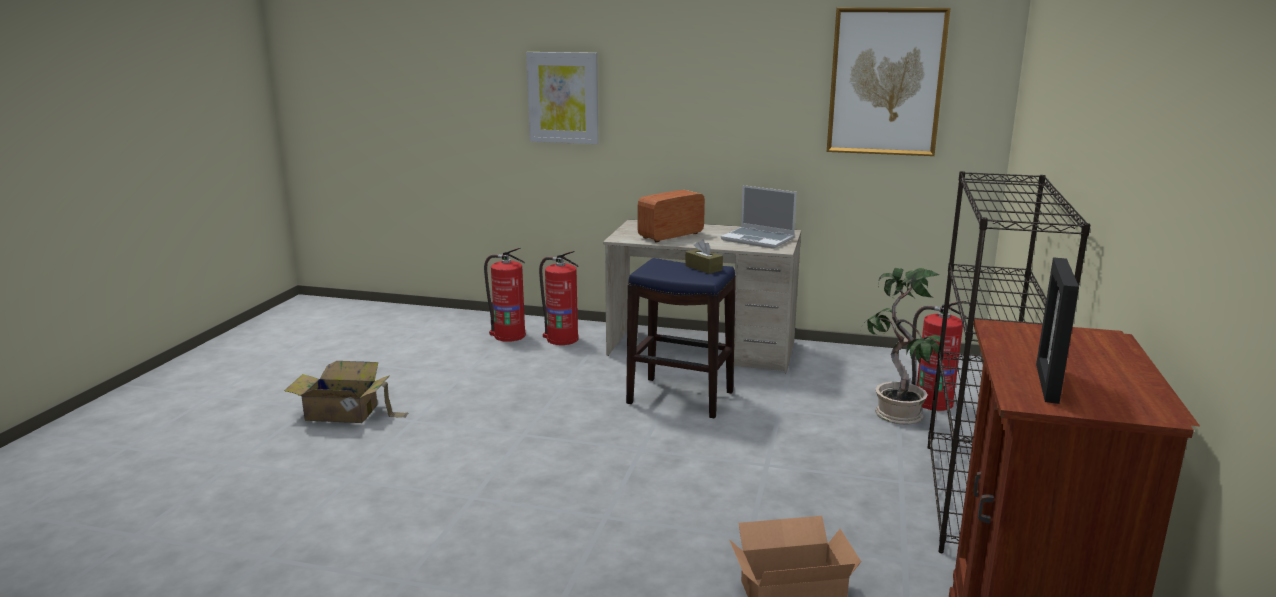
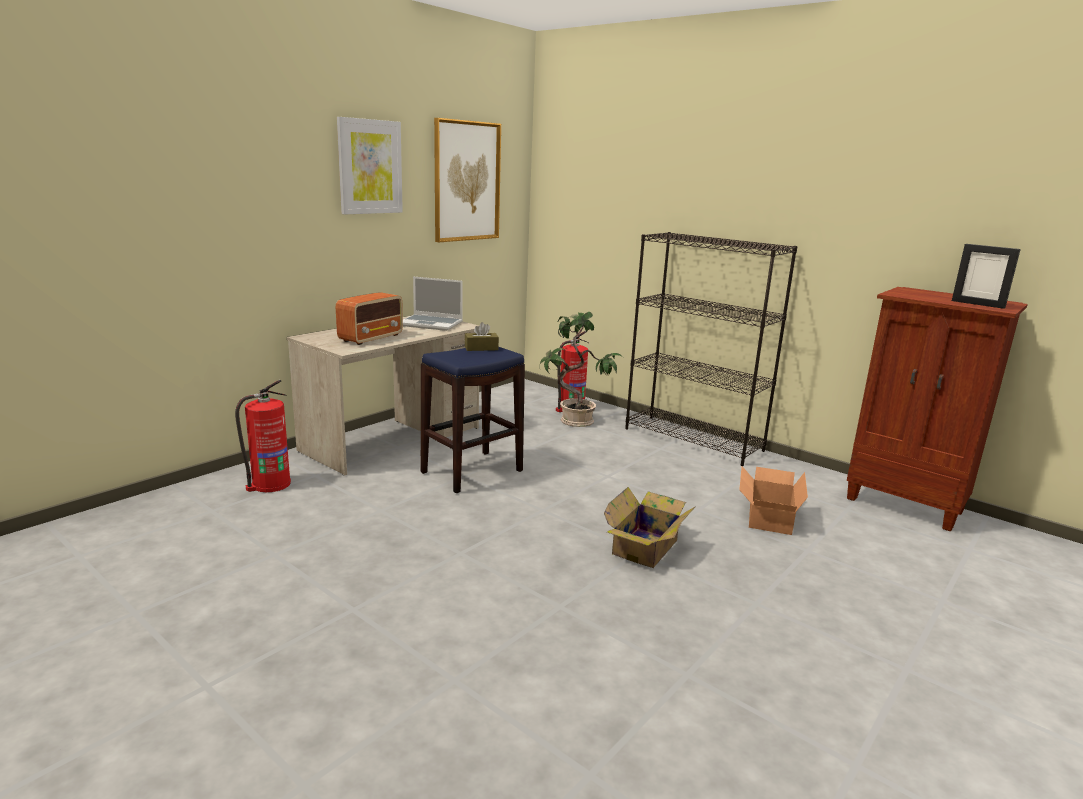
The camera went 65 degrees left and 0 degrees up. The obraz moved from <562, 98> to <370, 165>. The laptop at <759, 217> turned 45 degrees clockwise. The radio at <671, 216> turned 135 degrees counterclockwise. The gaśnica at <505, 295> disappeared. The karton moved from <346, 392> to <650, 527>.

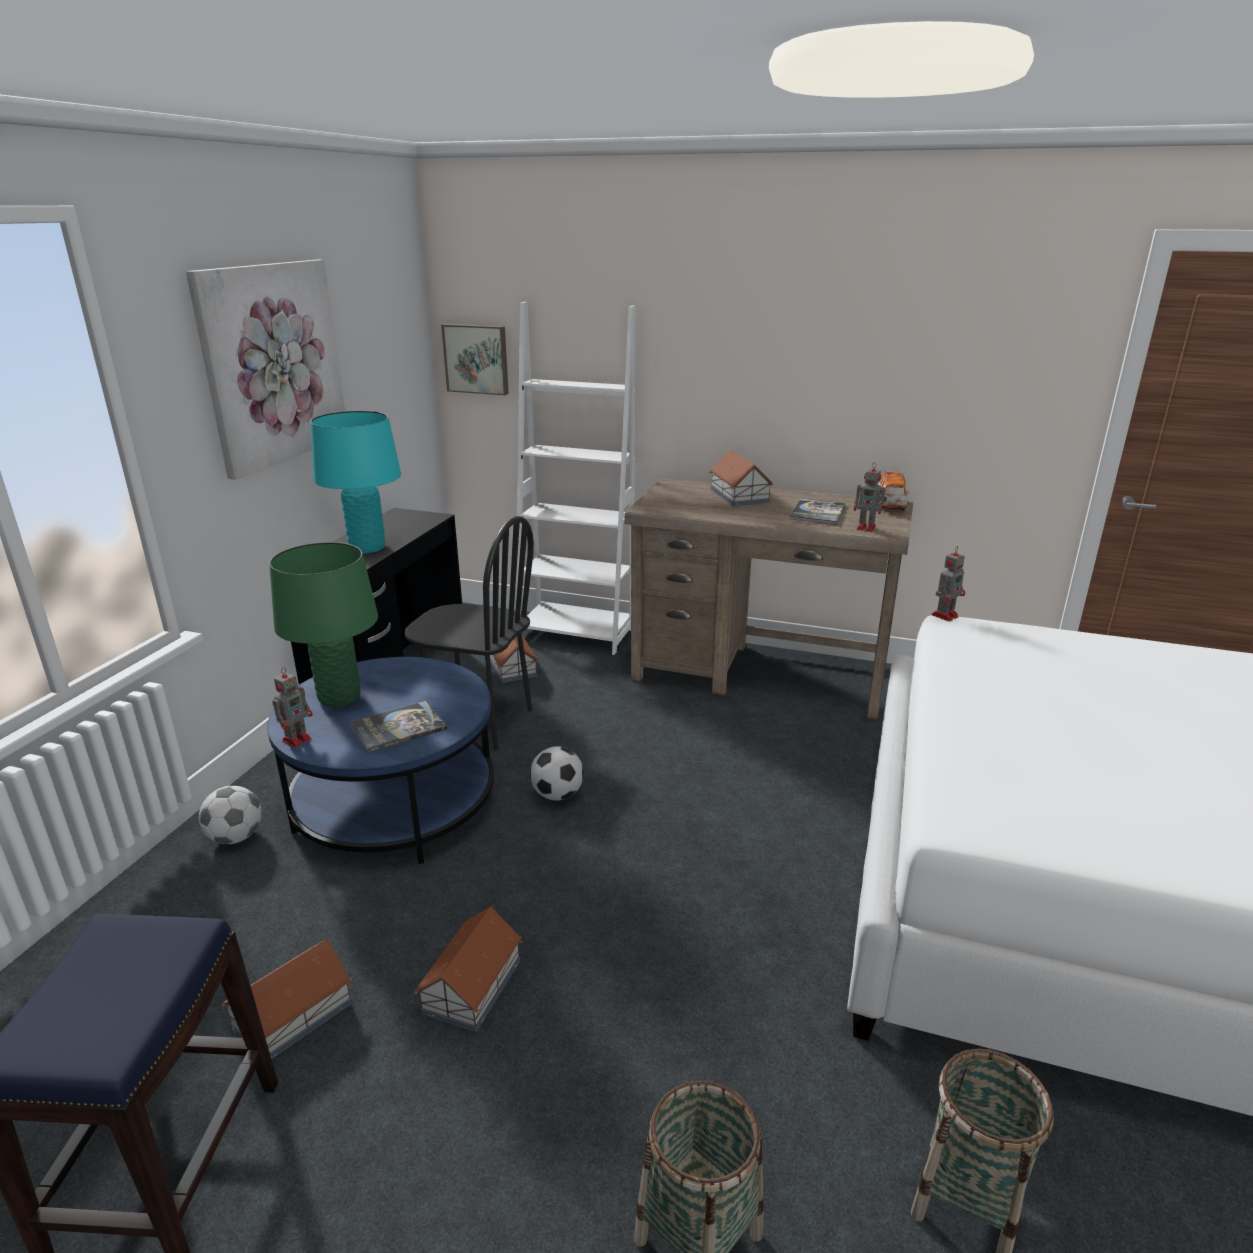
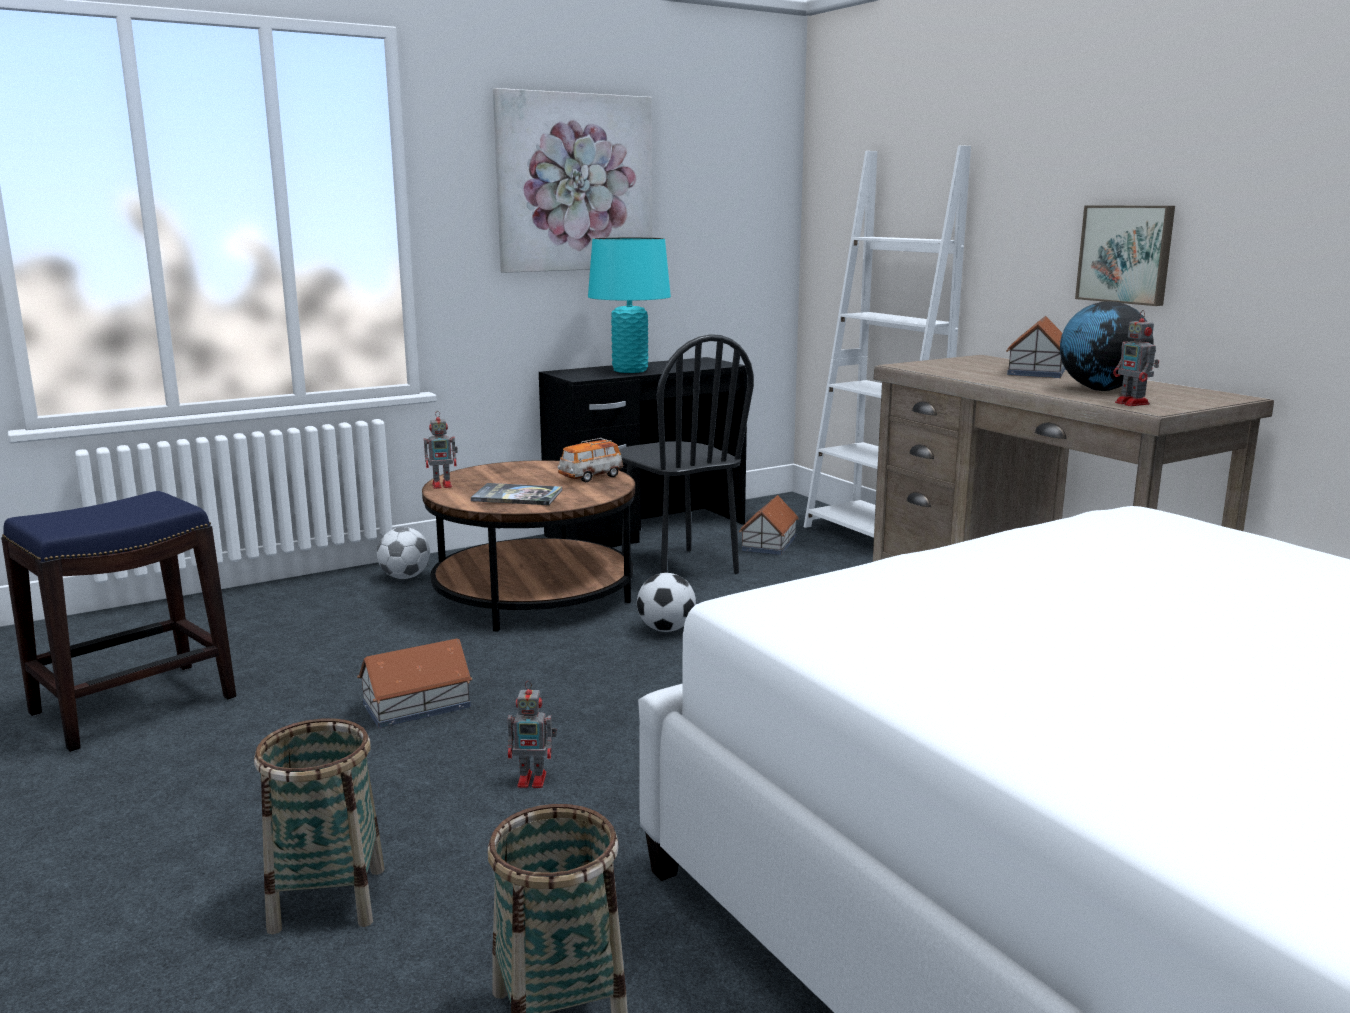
The camera went 40 degrees right and 10 degrees down. The obraz moved from <475, 359> to <1125, 255>. The samochodzik moved from <893, 490> to <590, 460>. The książka at <817, 512> was replaced by the globus at <1107, 346>. The lampa stołowa (zielony) at <323, 624> disappeared. The robot zabawkowy moved from <948, 583> to <532, 734>. The ława (niebieski) at <380, 760> became the ława (brązowy) at <528, 546>. The domek at <287, 999> disappeared.

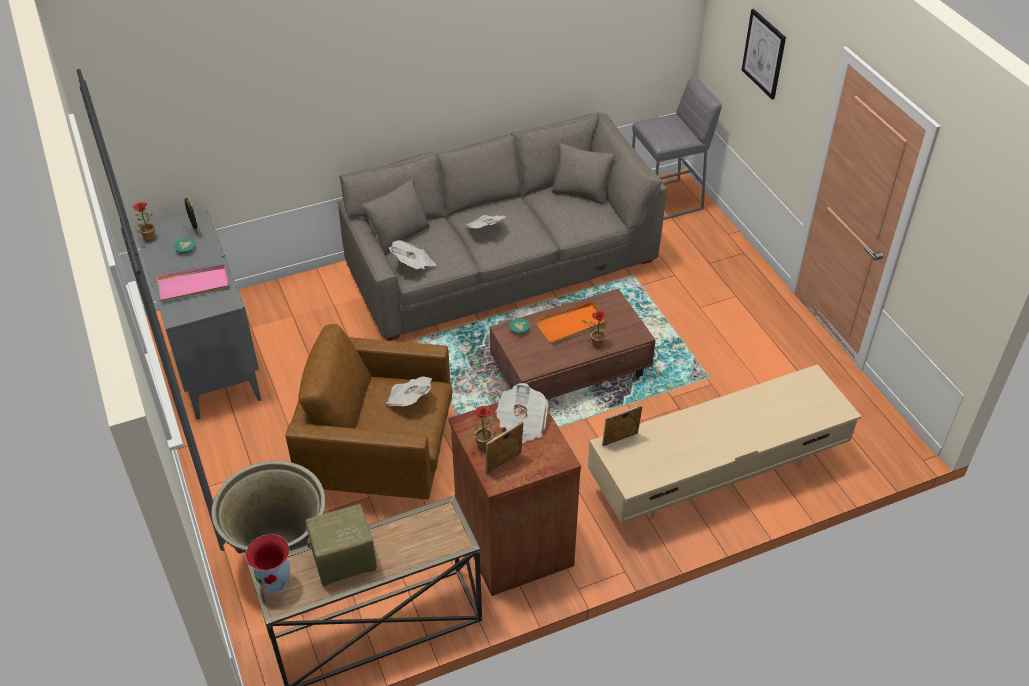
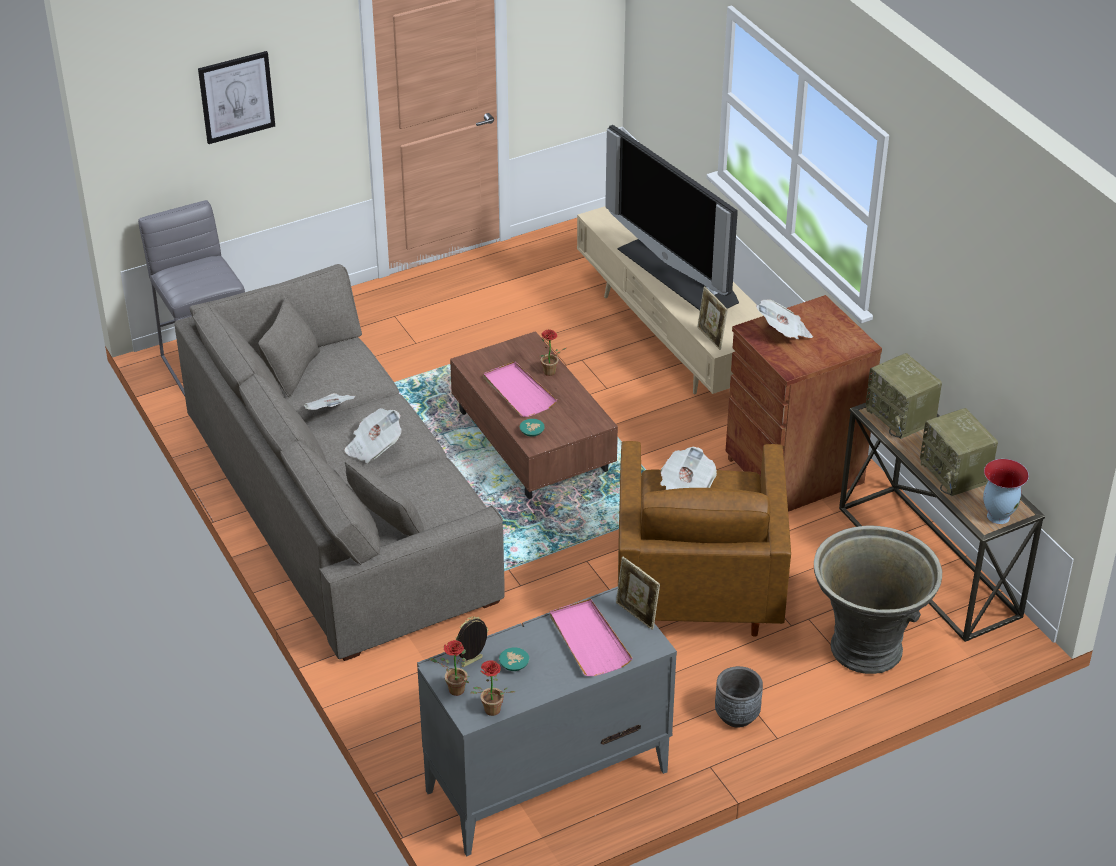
The camera went 95 degrees left and 5 degrees down. The gazeta moved from <412, 254> to <329, 401>. The taca (pomarańczowy) at <571, 322> became the taca (różowy) at <520, 389>. The roślina doniczkowa moved from <479, 428> to <449, 668>. The ramka na zdjęcie moved from <504, 447> to <638, 593>. The telewizor at <672, 217> appeared. The radio at <904, 396> appeared. The donica (szary) at <739, 697> appeared.

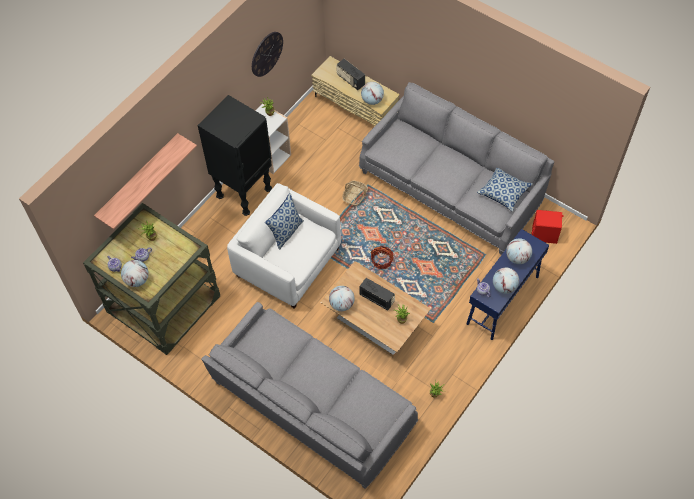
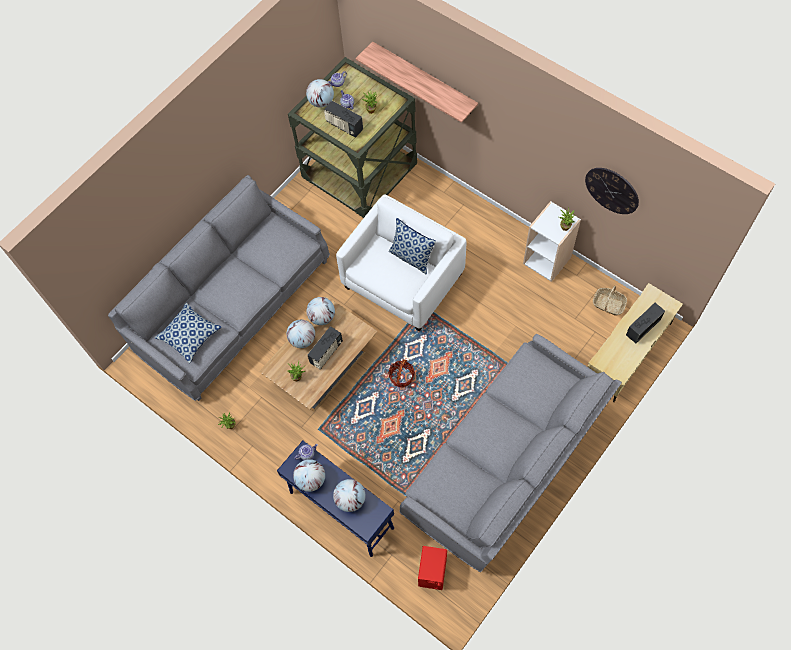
The camera went 95 degrees right and 5 degrees up. The globus moved from <372, 93> to <301, 334>. The szafka (czarny) at <235, 155> disappeared. The poduszka moved from <505, 190> to <188, 333>. The koszyk moved from <355, 193> to <610, 301>. The radio at <343, 119> appeared.

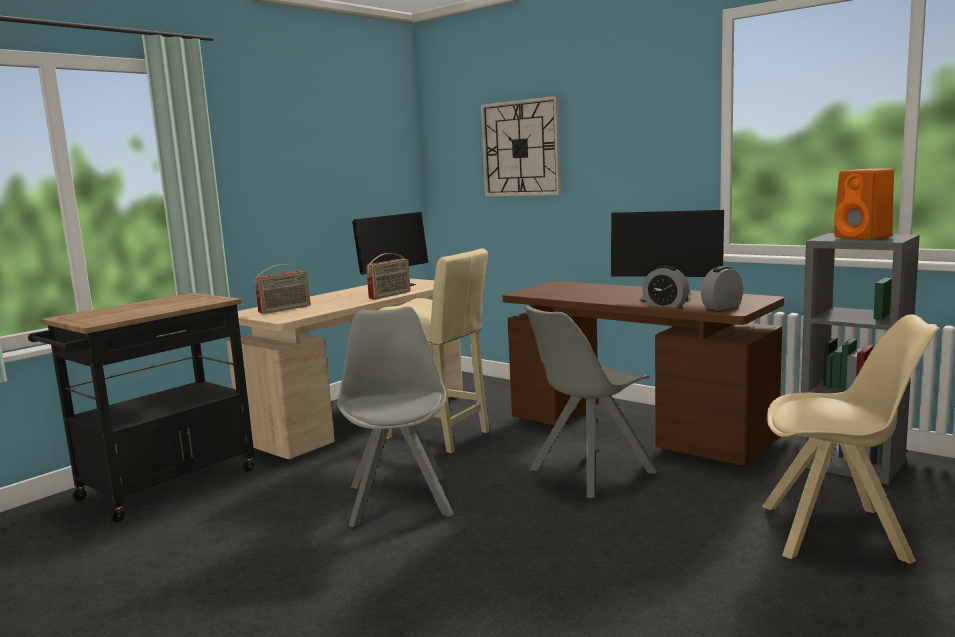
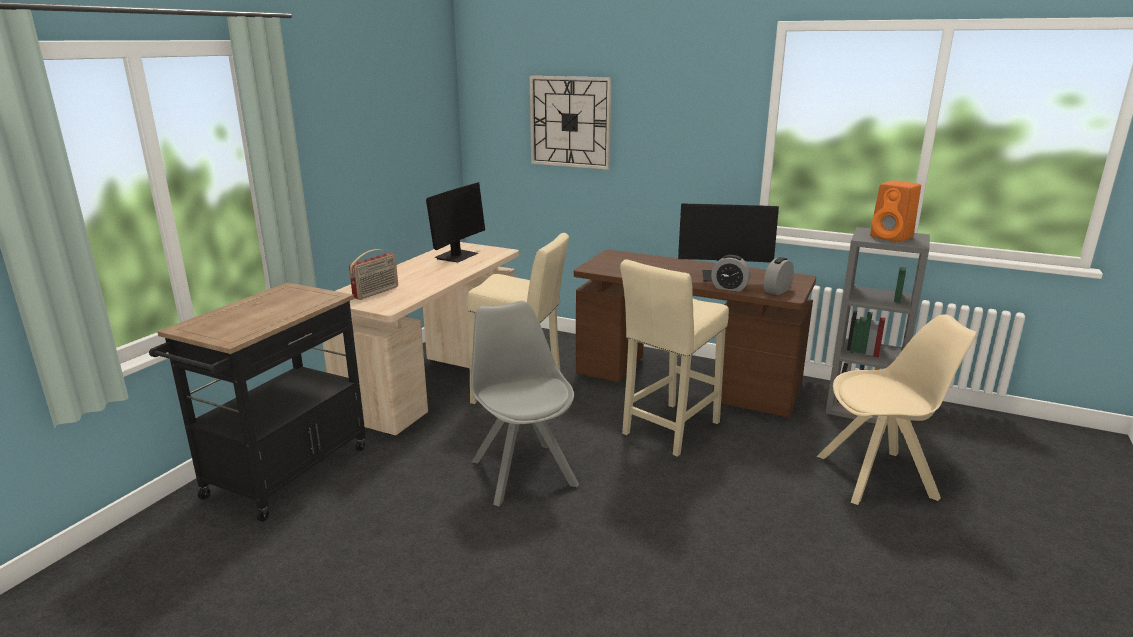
The camera went 15 degrees left and 10 degrees up. The radio at <388, 276> disappeared. The krzesło (szary) at <591, 402> was replaced by the stołek (beżowy) at <674, 358>.

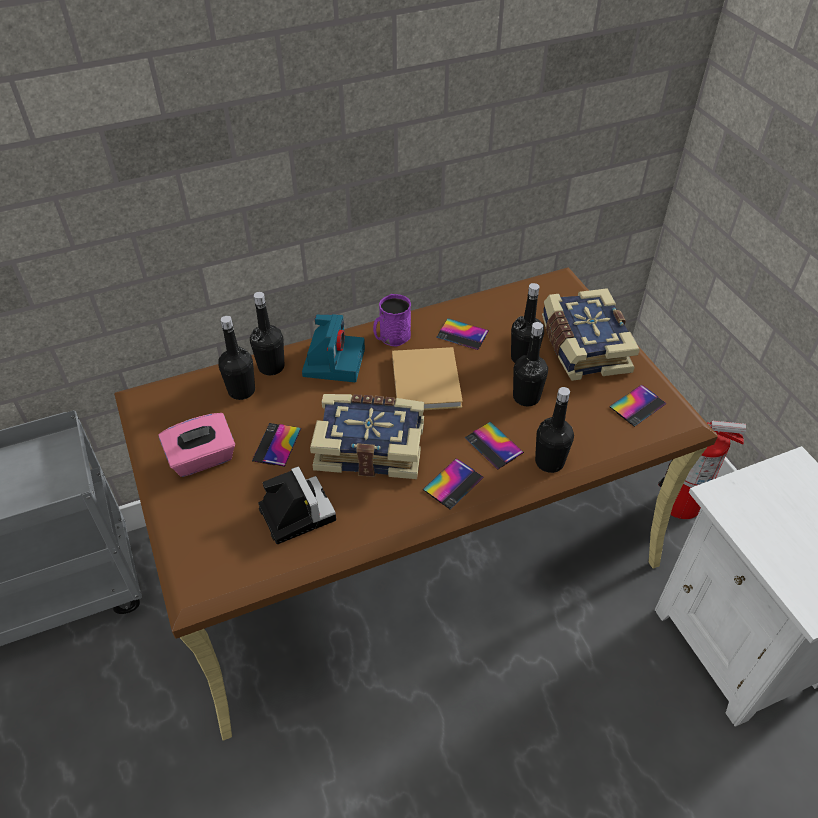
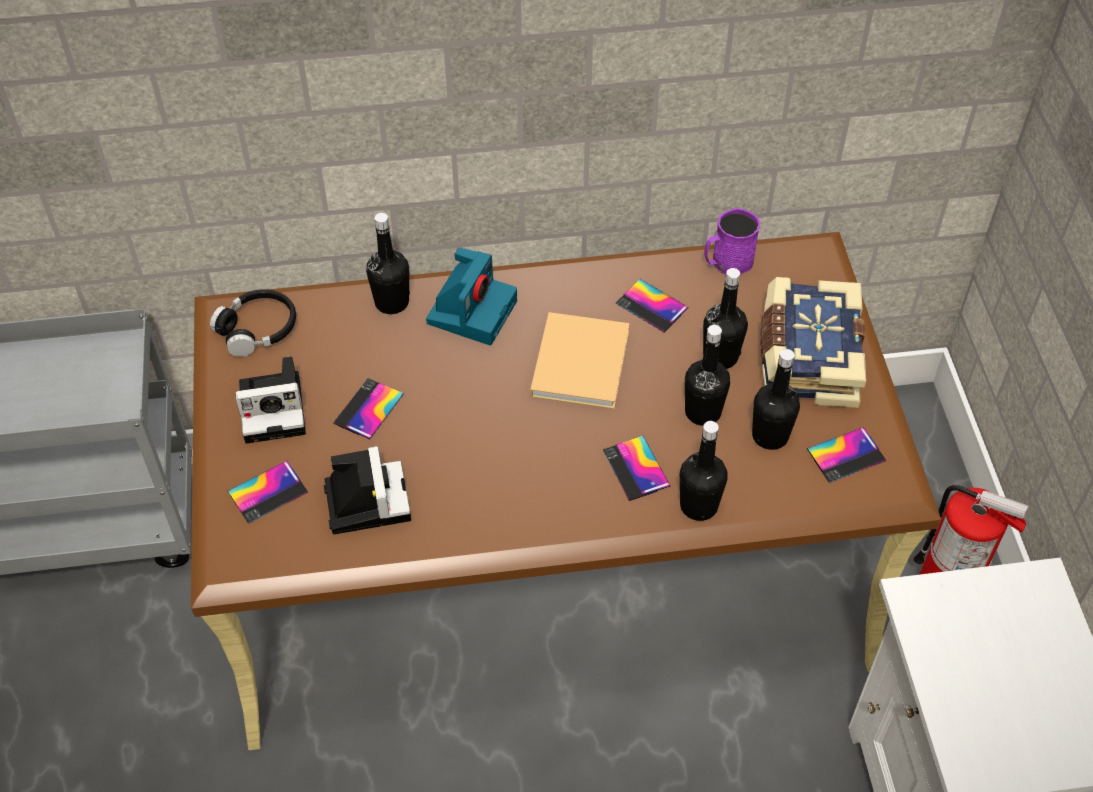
The camera went 15 degrees right and 5 degrees up. The kubek (fioletowy) moved from <392, 320> to <732, 241>. The butelka (czarny) moved from <237, 358> to <776, 399>. The książka at <367, 436> disappeared. The pudełko chusteczek (różowy) at <196, 445> was replaced by the aparat fotograficzny at <270, 400>. The telefon moved from <453, 484> to <268, 492>. The słuchawki (czarny) at <253, 323> appeared.

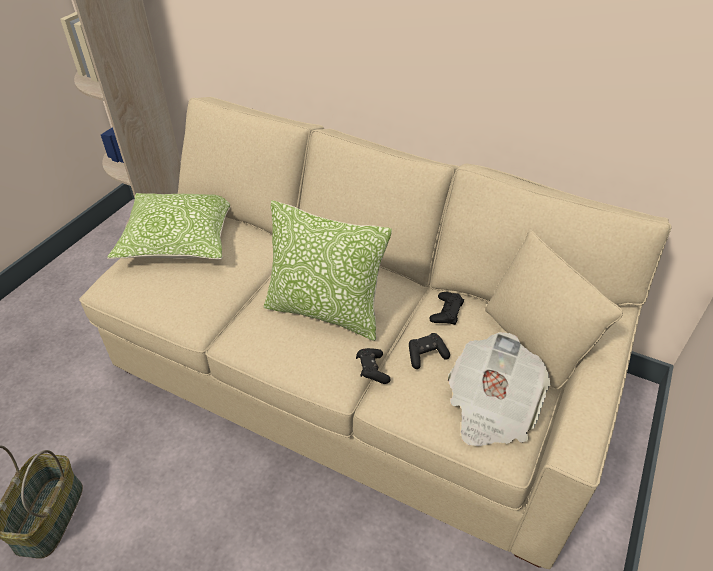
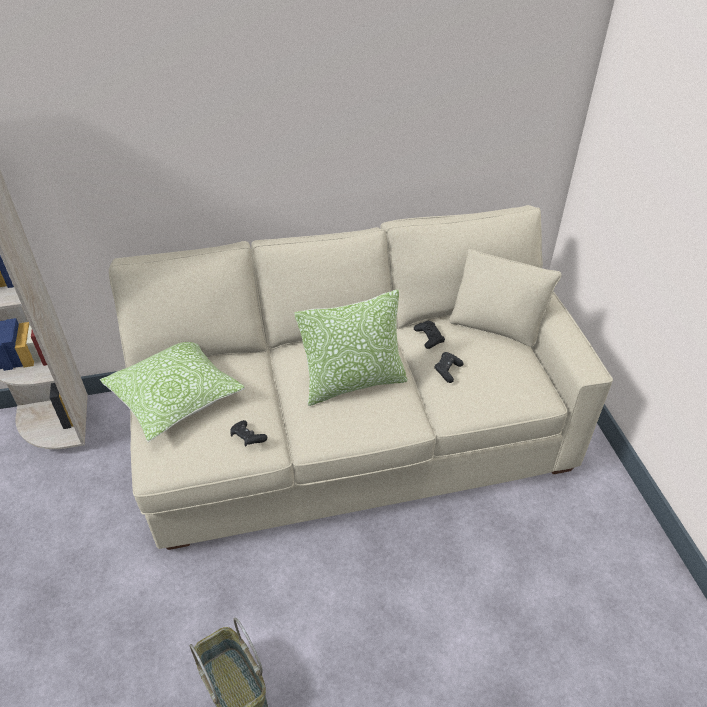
The camera went 40 degrees left and 0 degrees up. The gazeta at <499, 389> disappeared. The pad do gier (czarny) moved from <373, 366> to <248, 433>.

